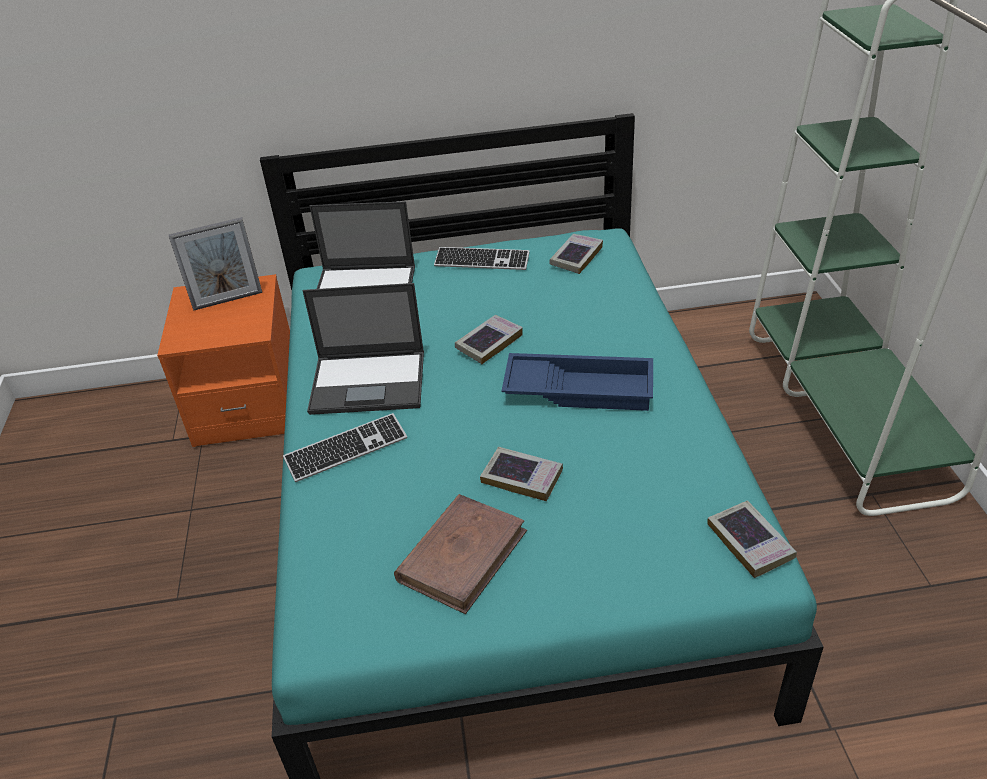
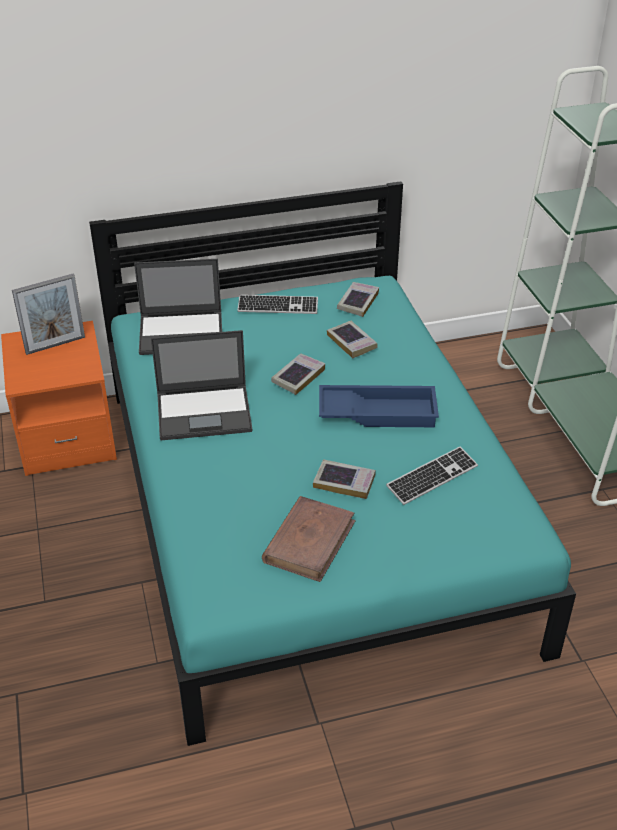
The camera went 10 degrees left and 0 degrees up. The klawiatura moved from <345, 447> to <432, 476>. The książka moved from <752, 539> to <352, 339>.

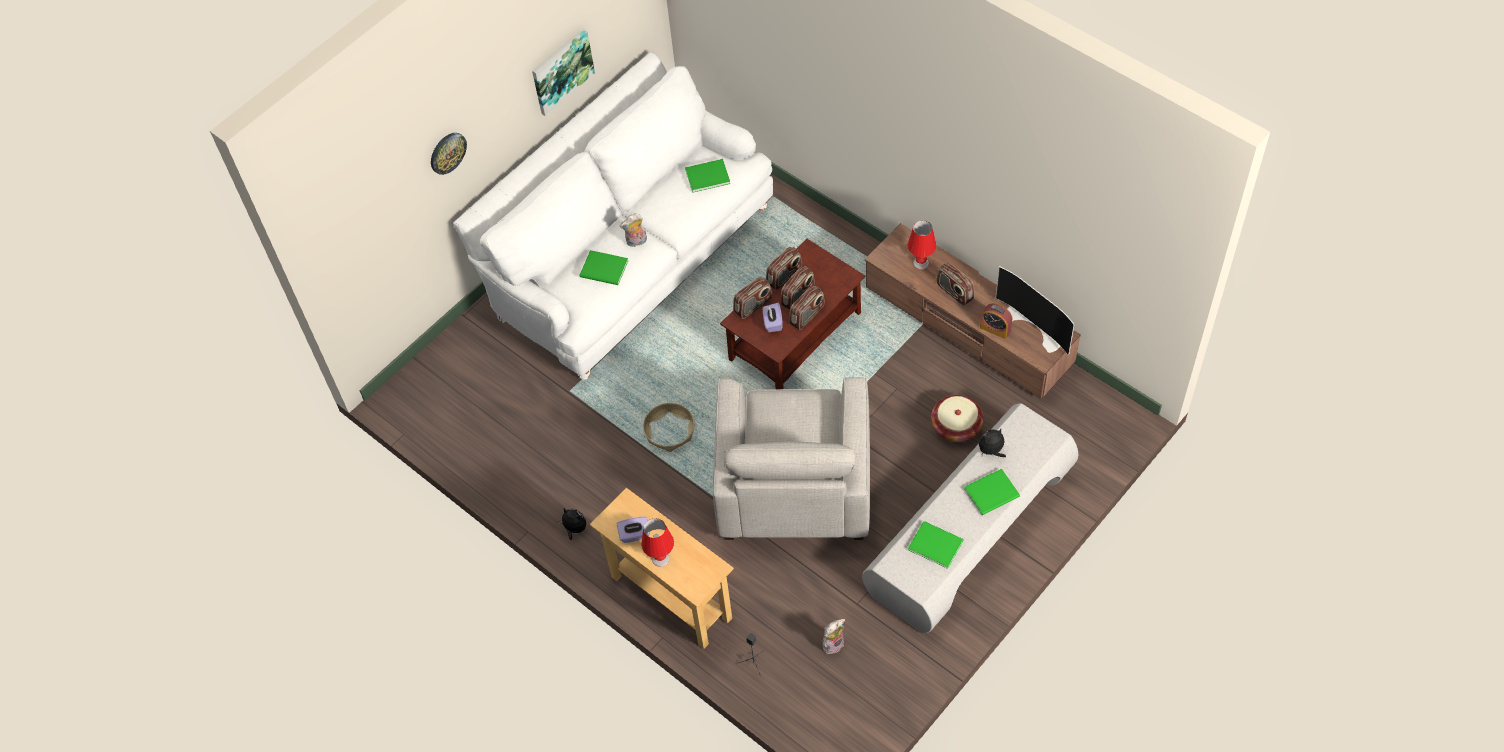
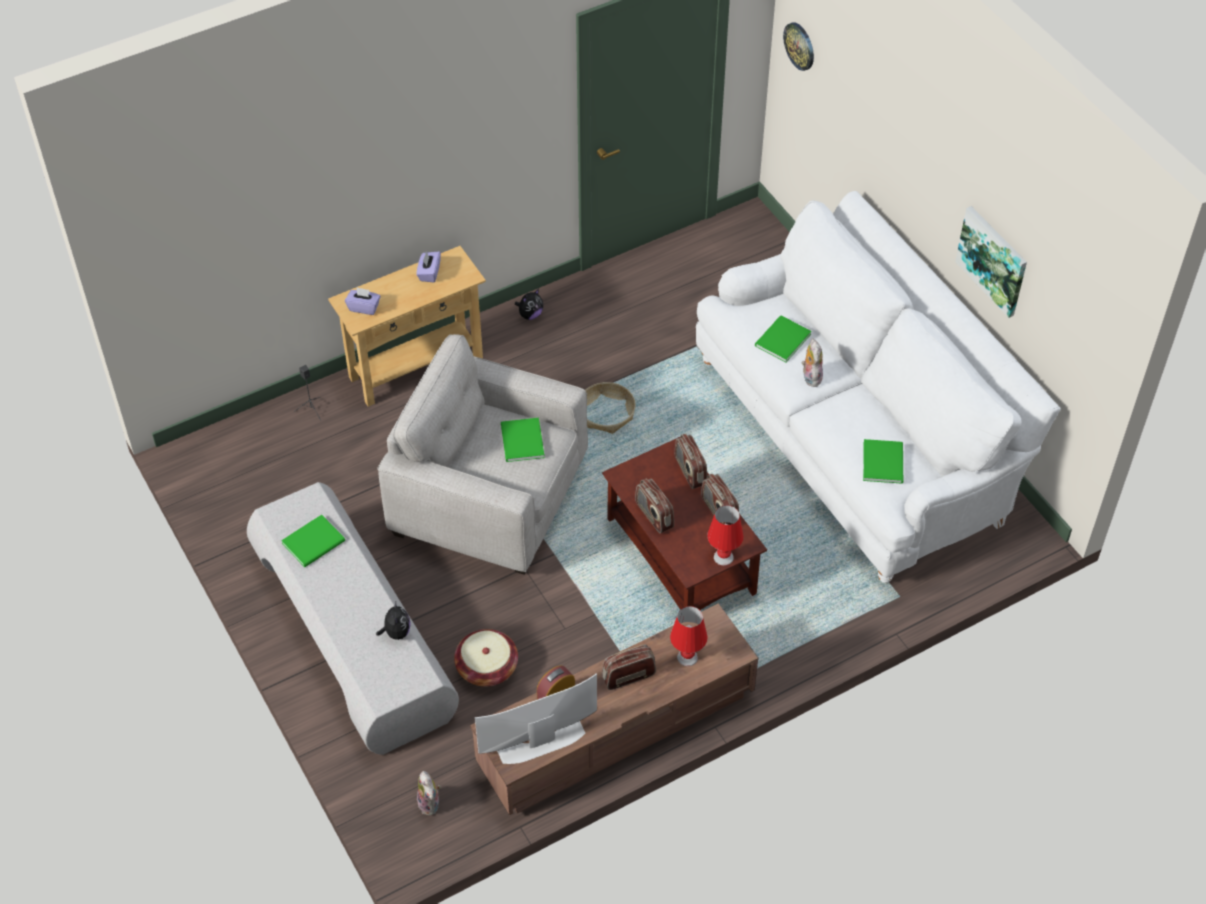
The camera went 105 degrees right and 5 degrees down. The zegar ścienny moved from <449, 154> to <798, 46>. The radio at <798, 288> disappeared. The pudełko chusteczek (fioletowy) moved from <773, 317> to <363, 301>. The książka (zielony) moved from <992, 492> to <523, 440>. The lampa stołowa (czerwony) moved from <657, 542> to <725, 535>. The pluszak moved from <833, 636> to <429, 793>.

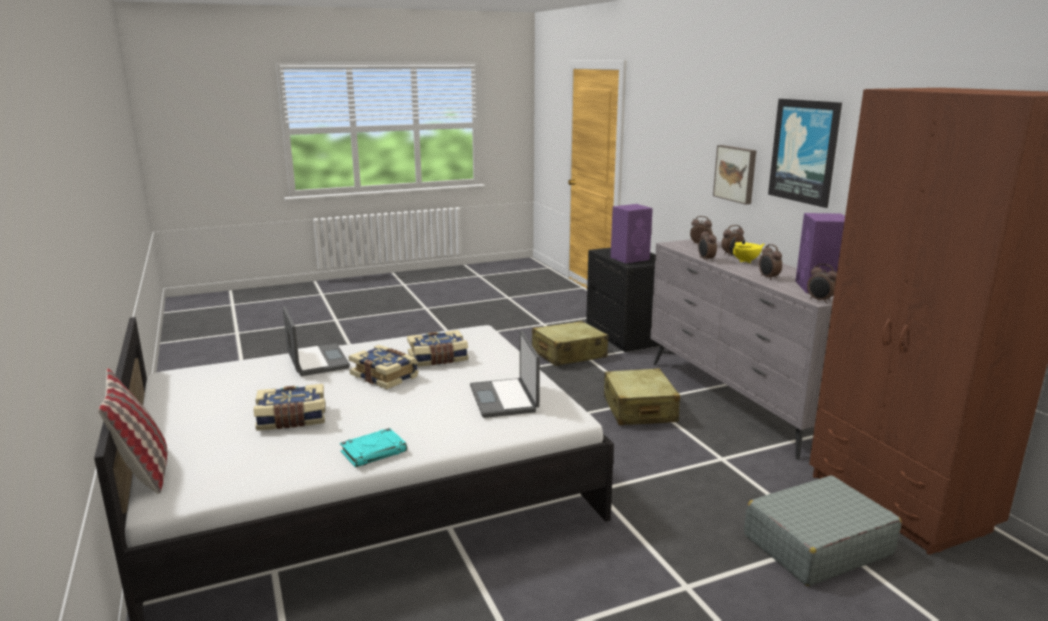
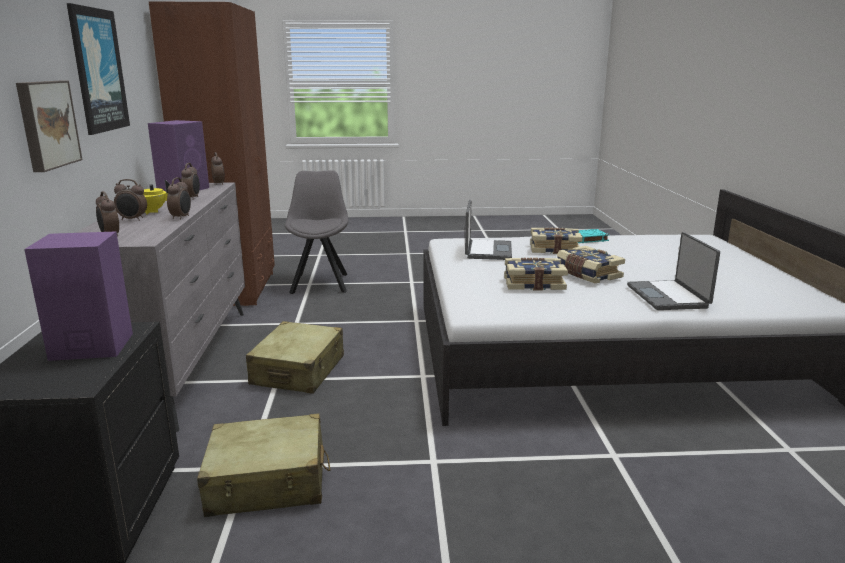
The camera went 160 degrees left and 0 degrees up. The poduszka at <132, 431> disappeared. The książka moved from <289, 407> to <556, 241>. The walizka (szary) at <823, 530> was replaced by the krzesło (szary) at <316, 232>.

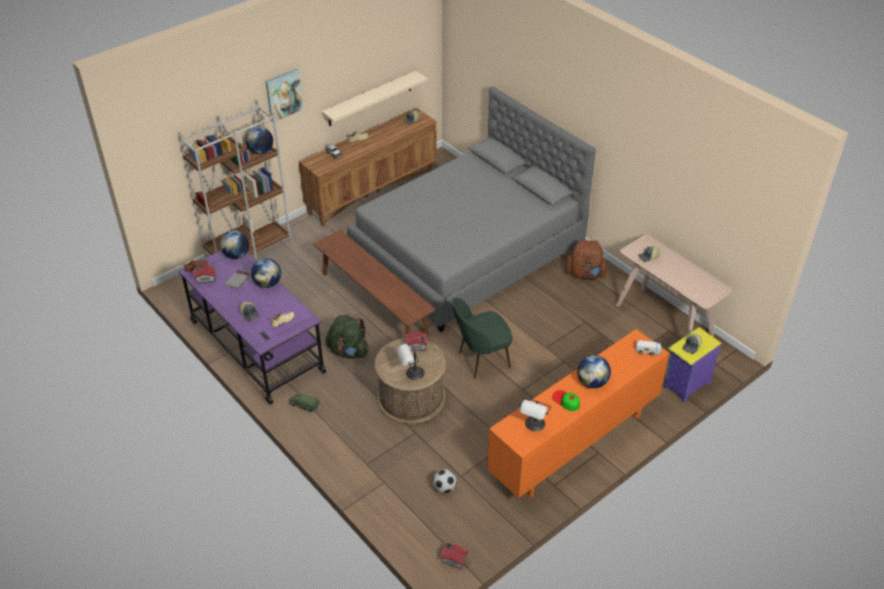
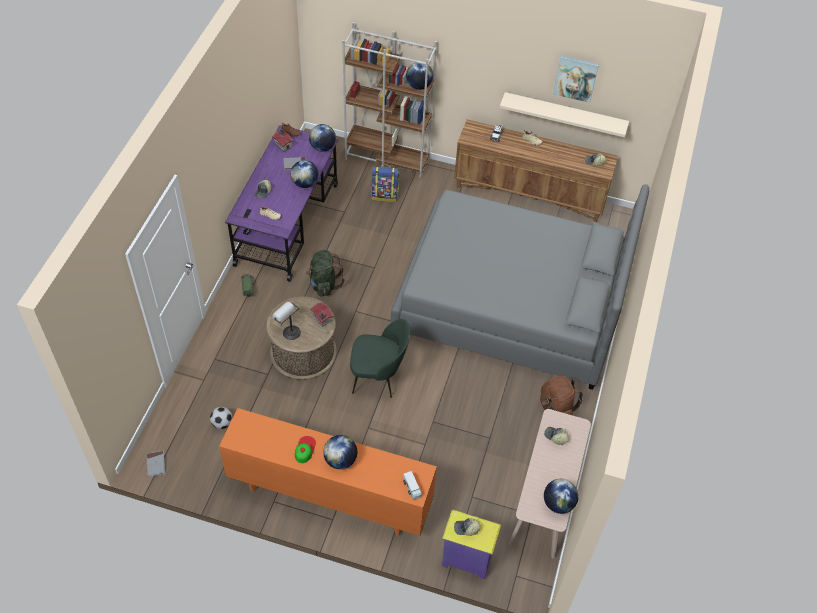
The camera went 55 degrees right and 10 degrees up. The obraz moved from <284, 95> to <576, 79>. The ławka (brązowy) at <374, 284> disappeared. The krzesło (zielony) at <482, 338> turned 150 degrees clockwise. The lampa stołowa at <535, 414> disappeared. The domek at <454, 556> was replaced by the książka (szary) at <156, 464>. The plecak at <385, 183> appeared. The globus at <561, 496> appeared.

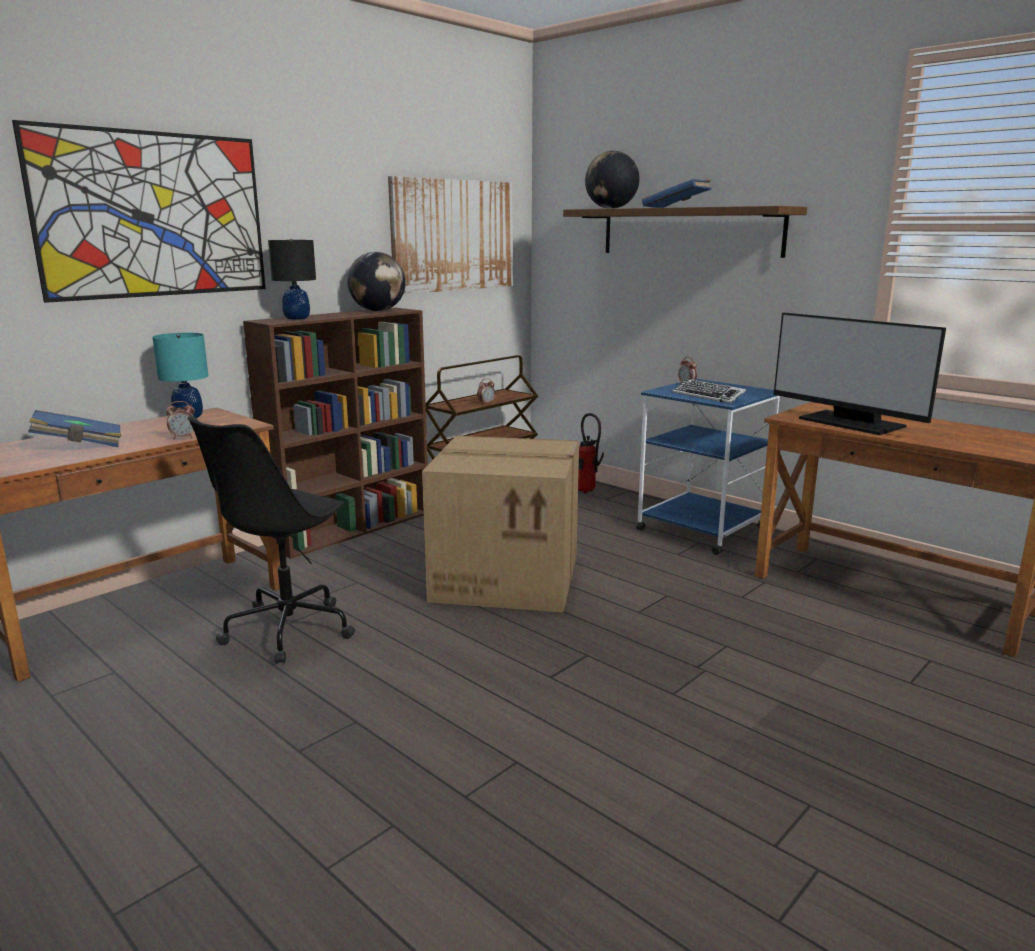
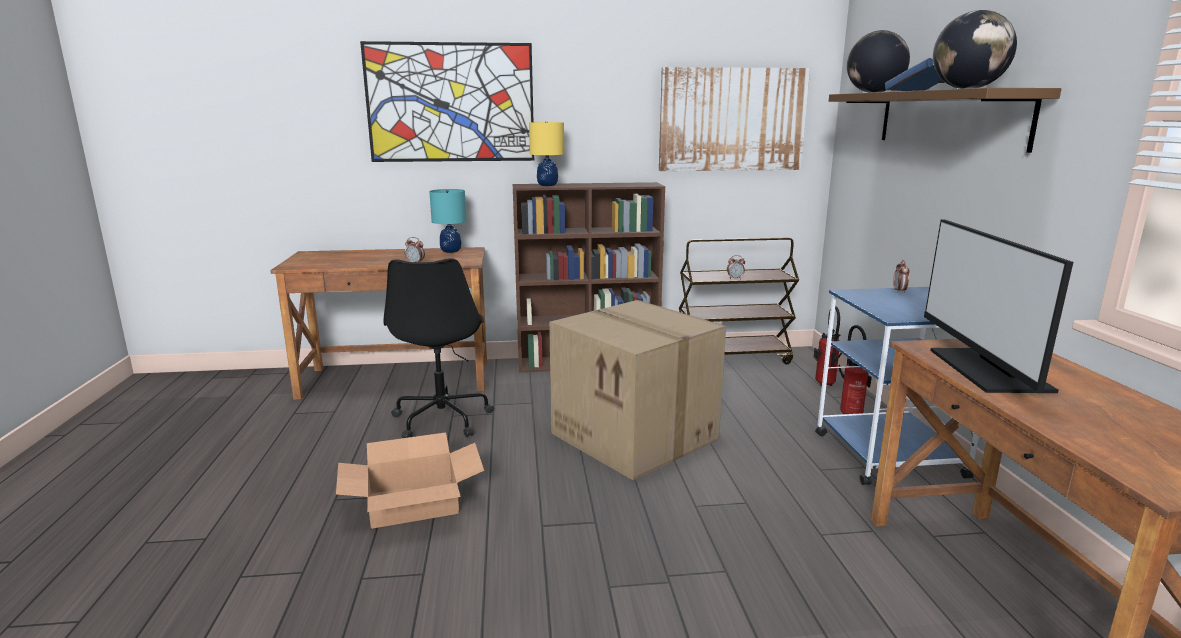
The camera went 40 degrees right and 0 degrees up. The lampa stołowa (czarny) at <292, 279> became the lampa stołowa (żółty) at <546, 153>. The globus moved from <376, 281> to <975, 49>. The klawiatura at <709, 391> disappeared. The książka (niebieski) at <74, 428> disappeared. The krzesło biurowe (czarny) at <271, 540> turned 75 degrees counterclockwise. The gaśnica at <855, 369> appeared. The karton at <410, 480> appeared.

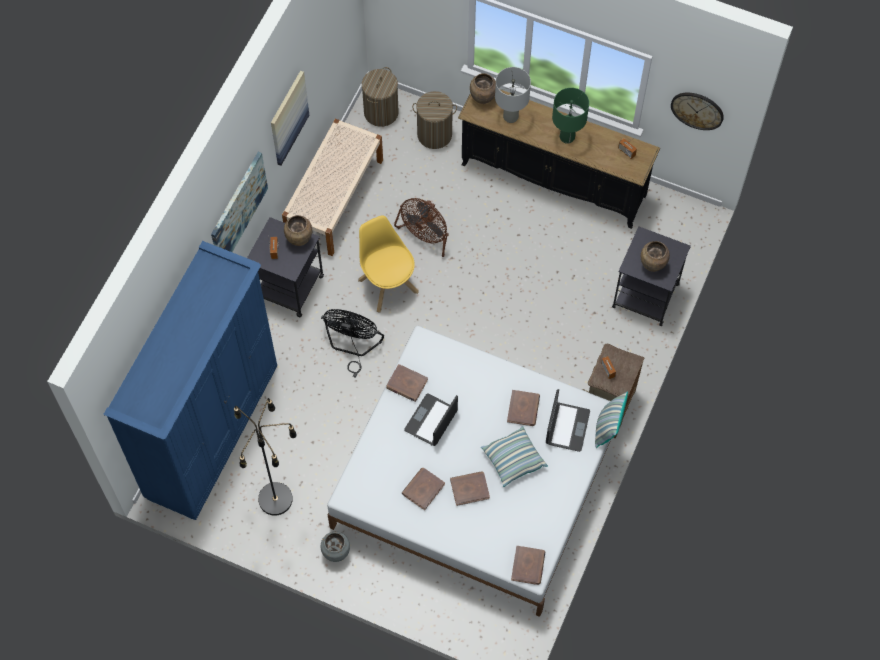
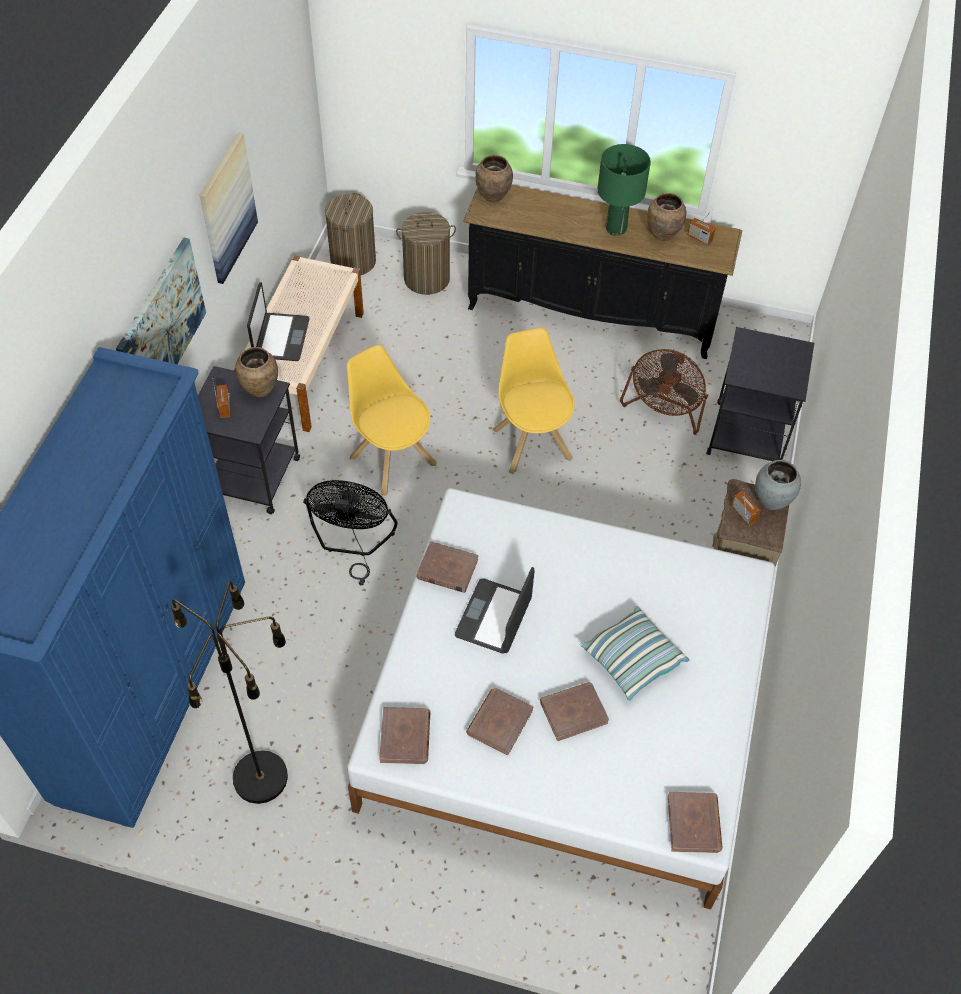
The camera went 10 degrees left and 10 degrees down. The lampa stołowa (szary) at <513, 95> disappeared. The zegar ścienny at <697, 111> disappeared. The wentylator (brązowy) moved from <421, 227> to <664, 392>. The wazon (brązowy) moved from <655, 256> to <666, 217>. The laptop moved from <568, 420> to <278, 321>. The książka (brązowy) moved from <523, 408> to <404, 735>. The poduszka at <611, 419> disappeared. The wazon (szary) moved from <335, 546> to <778, 485>. The krzesło (żółty) at <534, 401> appeared.

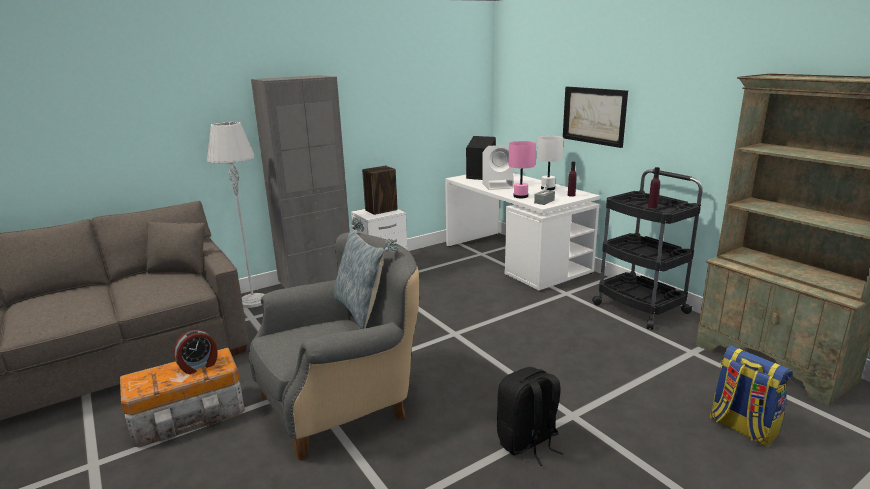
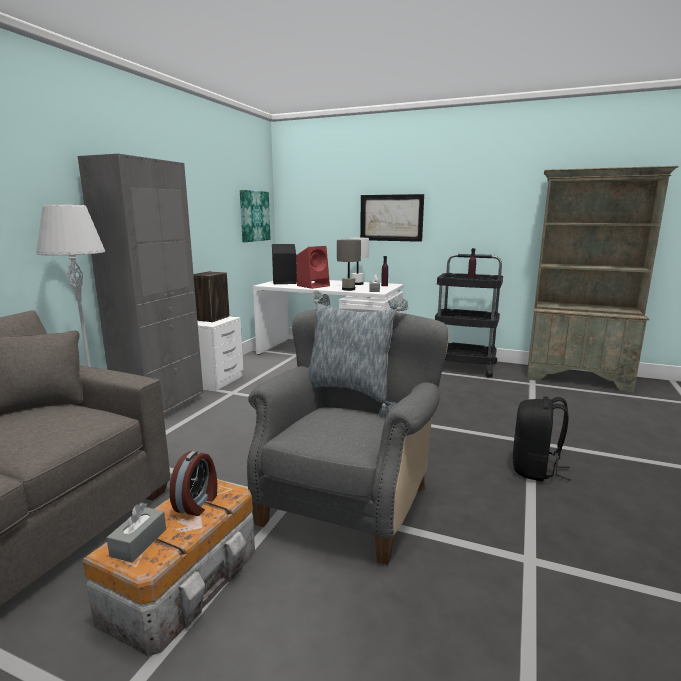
The camera went 35 degrees left and 5 degrees down. The lampa stołowa (różowy) at <522, 169> became the lampa stołowa (szary) at <349, 265>. The głośnik (biały) at <497, 167> became the głośnik (czerwony) at <313, 267>. The plecak at <751, 396> disappeared. The obraz at <255, 216> appeared. The pudełko chusteczek (szary) at <136, 532> appeared.

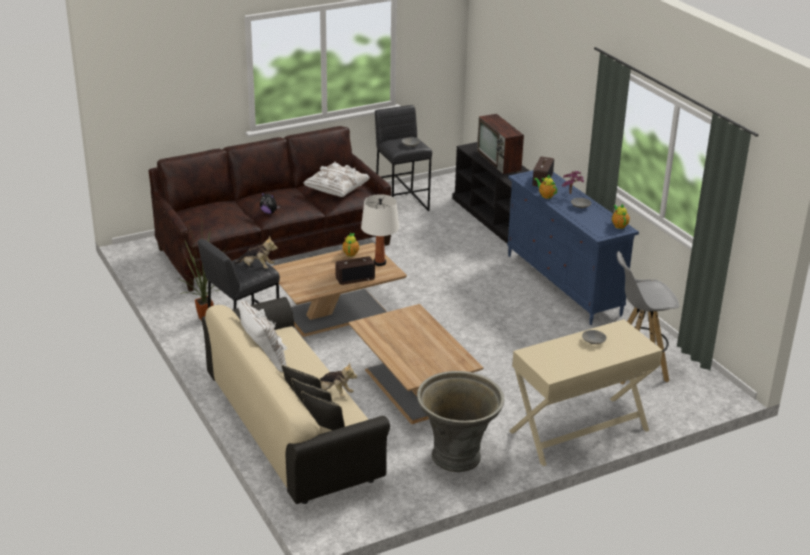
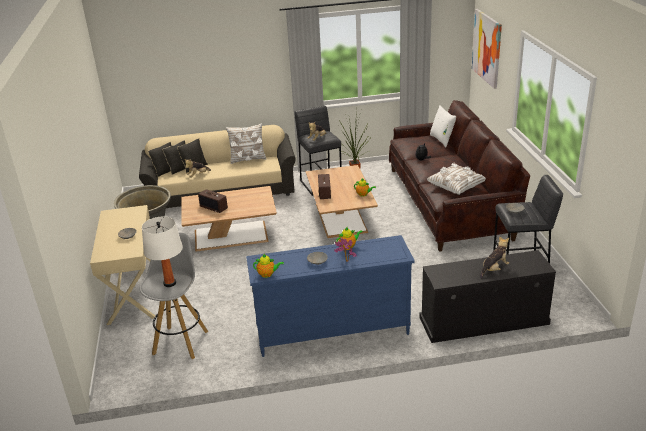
The camera went 110 degrees right and 0 degrees up. The telewizor at <500, 144> was replaced by the pluszak at <494, 257>. The radio moved from <543, 171> to <213, 201>. The lampa stołowa (biały) moved from <380, 230> to <162, 252>. The obraz at <487, 49> appeared. The poduszka (biały) at <443, 126> appeared.

